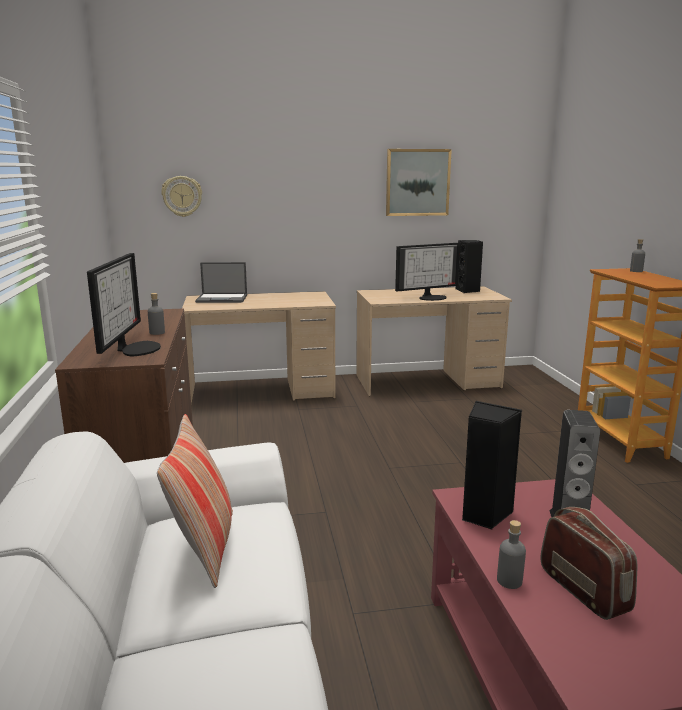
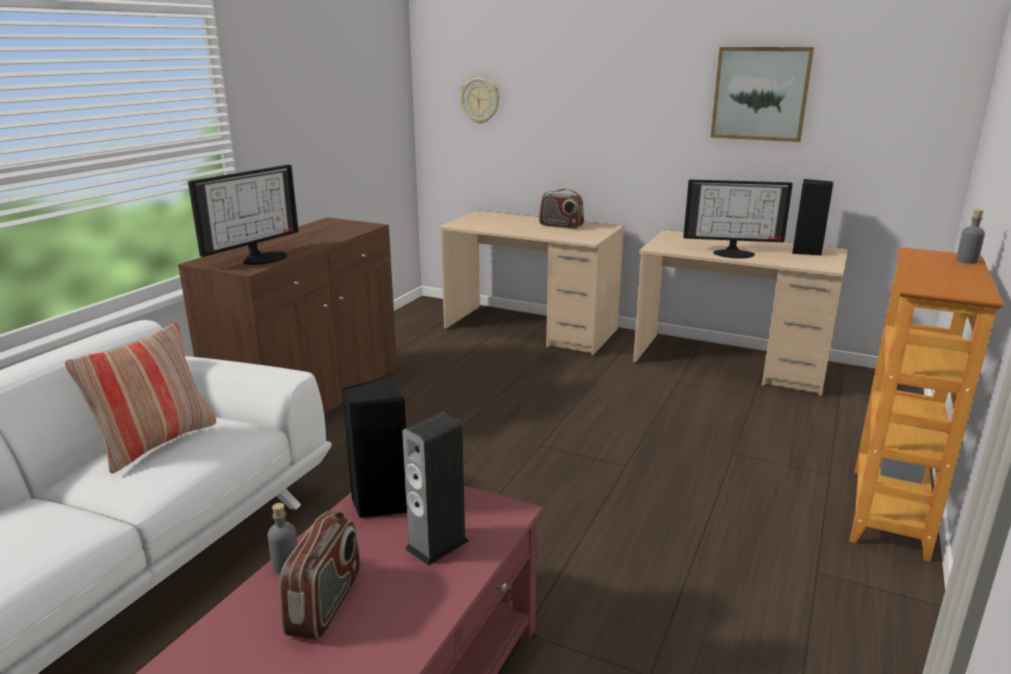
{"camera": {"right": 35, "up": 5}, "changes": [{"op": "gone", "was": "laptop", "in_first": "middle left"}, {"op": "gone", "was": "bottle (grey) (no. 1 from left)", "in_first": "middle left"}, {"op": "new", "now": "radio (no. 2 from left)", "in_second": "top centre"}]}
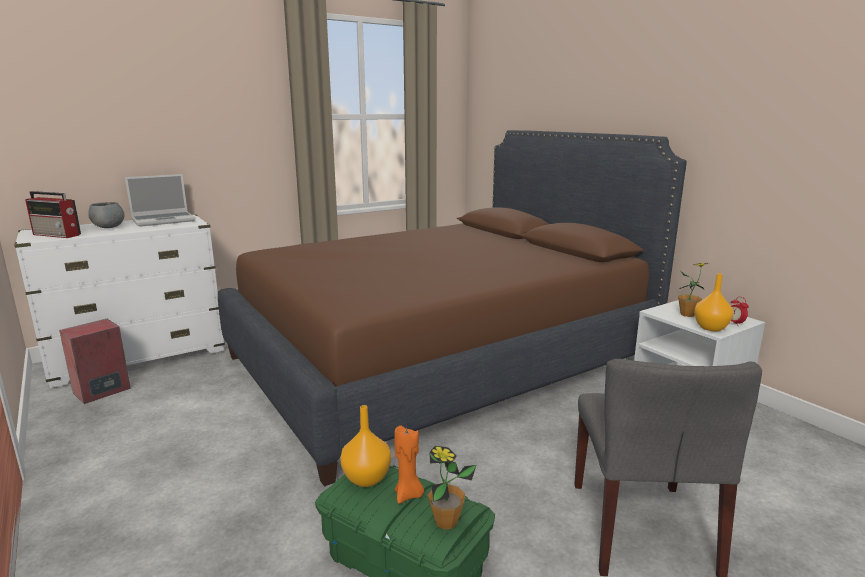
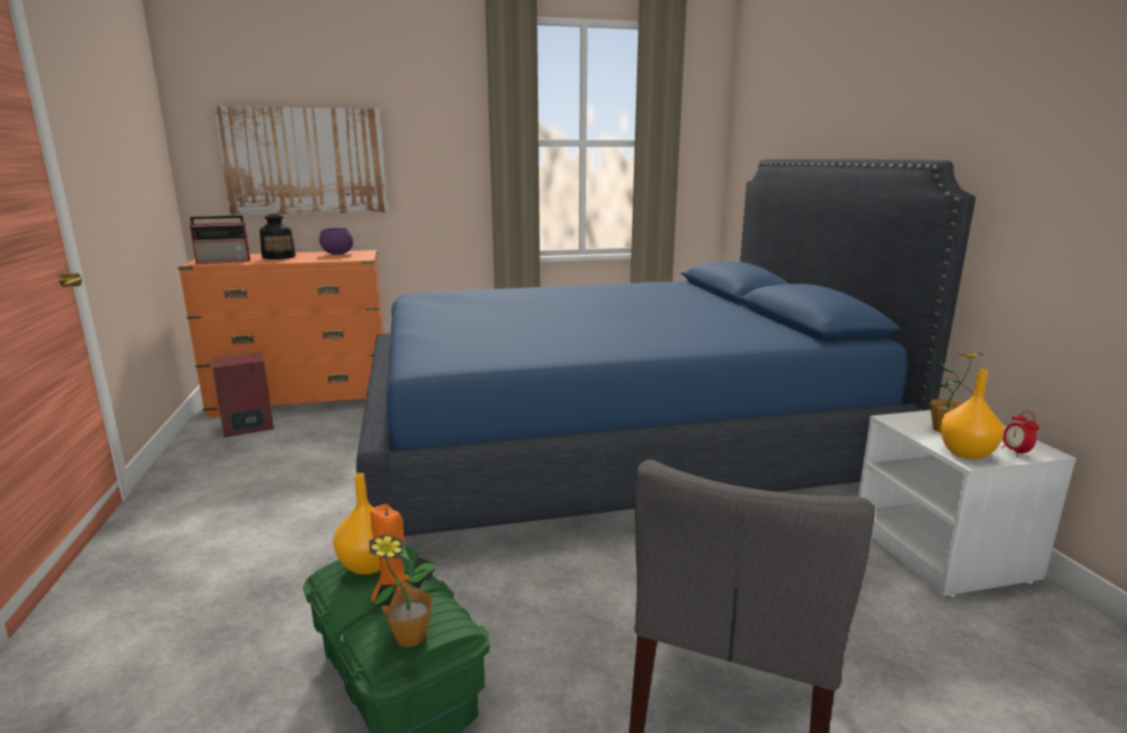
{"camera": {"right": 20, "up": 0}, "changes": [{"op": "repainted", "was": "bed (brown)", "now": "bed (blue)", "in_first": "centre", "in_second": "centre"}, {"op": "swapped", "was": "laptop", "now": "bowl (purple)", "in_first": "middle left", "in_second": "top left"}, {"op": "rotated", "was": "radio", "in_first": "middle left", "in_second": "top left", "clockwise": -60}, {"op": "swapped", "was": "bowl (grey)", "now": "bottle", "in_first": "middle left", "in_second": "top left"}, {"op": "repainted", "was": "dresser (white)", "now": "dresser (orange)", "in_first": "middle left", "in_second": "middle left"}, {"op": "new", "now": "picture", "in_second": "top left"}]}
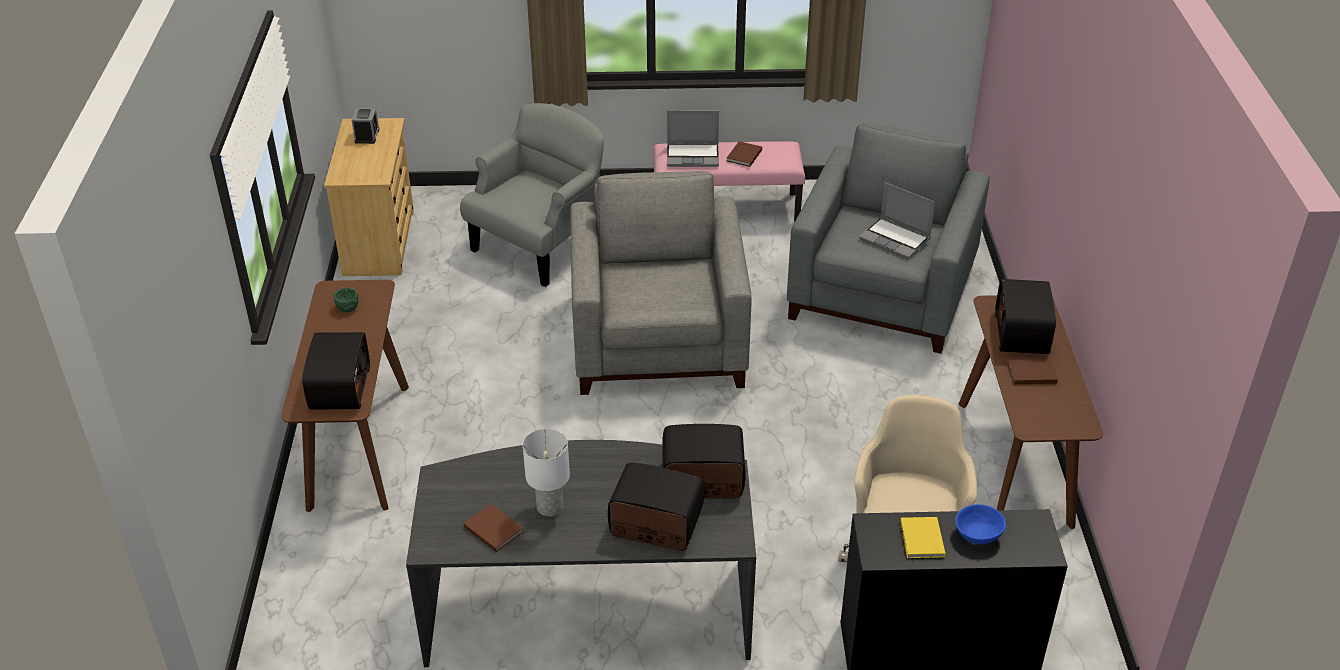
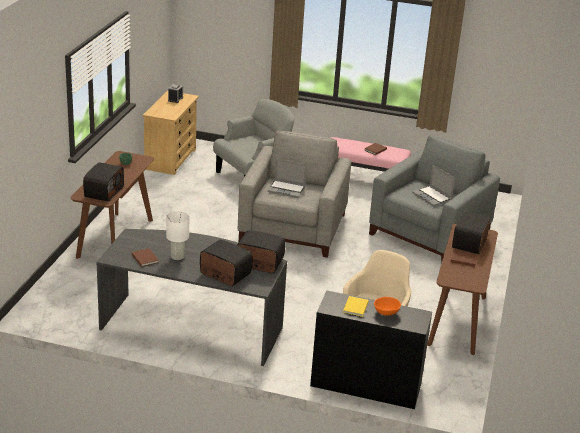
{"camera": {"right": 15, "up": -10}, "changes": [{"op": "shifted", "was": "laptop (no. 1 from left)", "in_first": "top centre", "in_second": "centre"}, {"op": "repainted", "was": "bowl (blue)", "now": "bowl (orange)", "in_first": "bottom right", "in_second": "bottom right"}]}
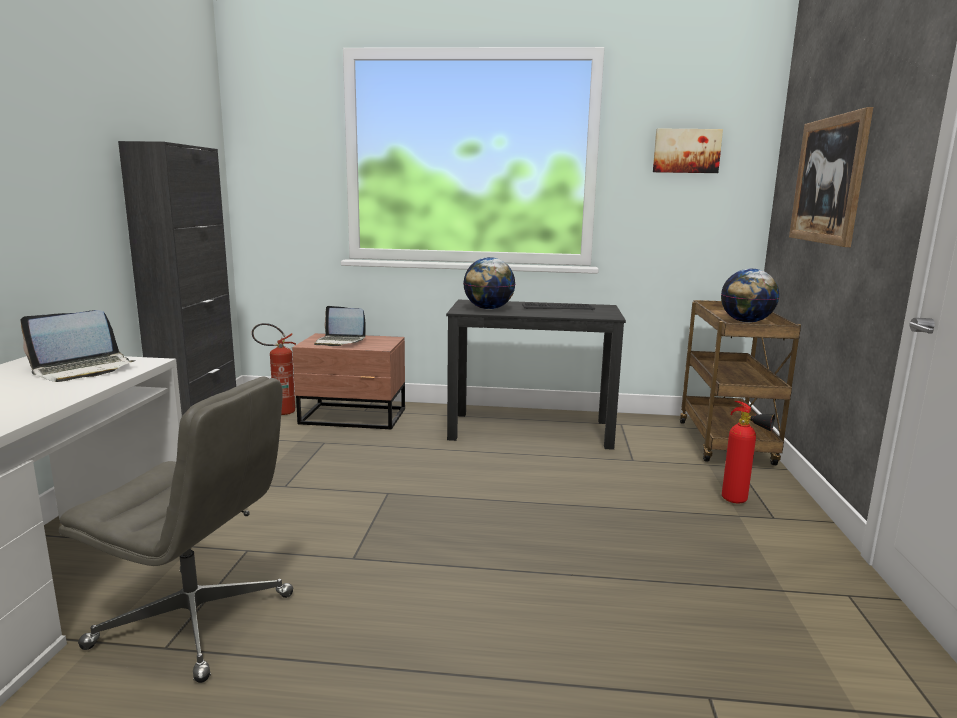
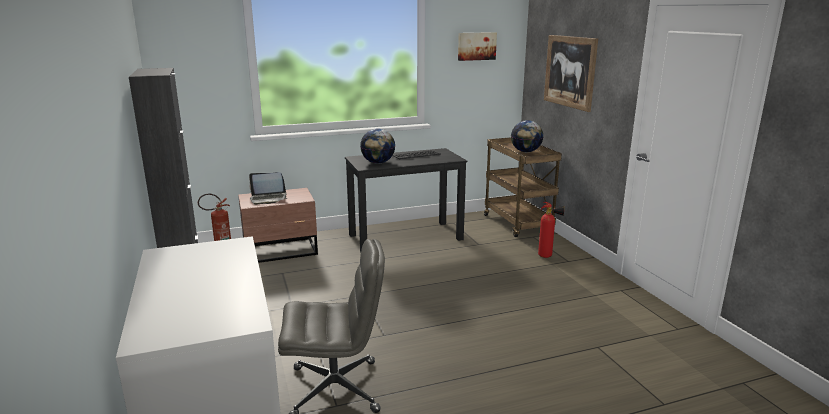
{"camera": {"right": -25, "up": 5}, "changes": [{"op": "gone", "was": "laptop (no. 1 from left)", "in_first": "middle left"}]}
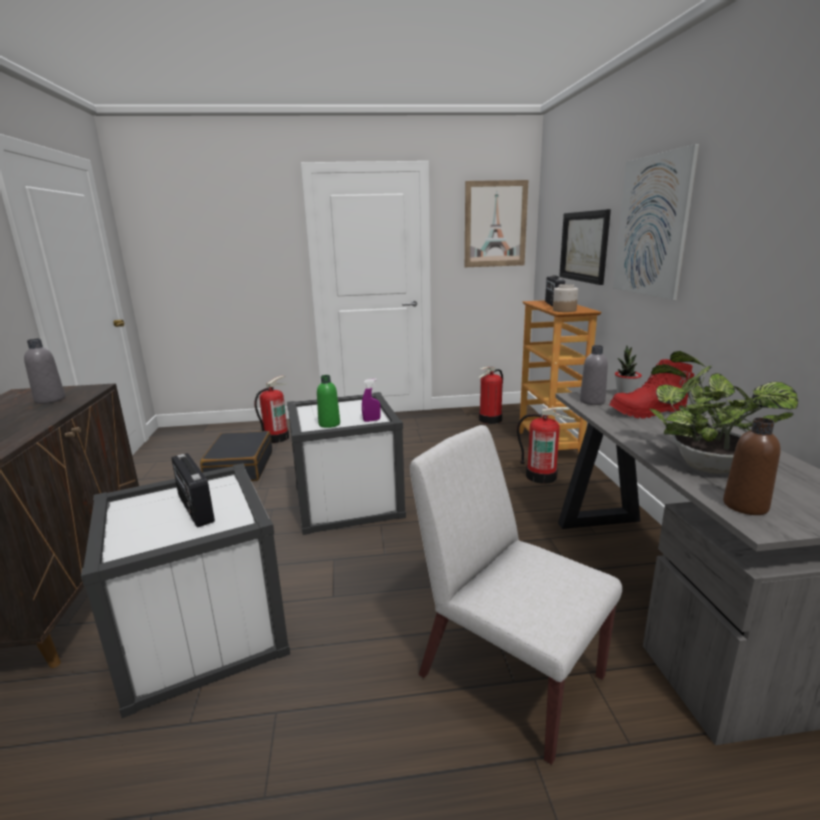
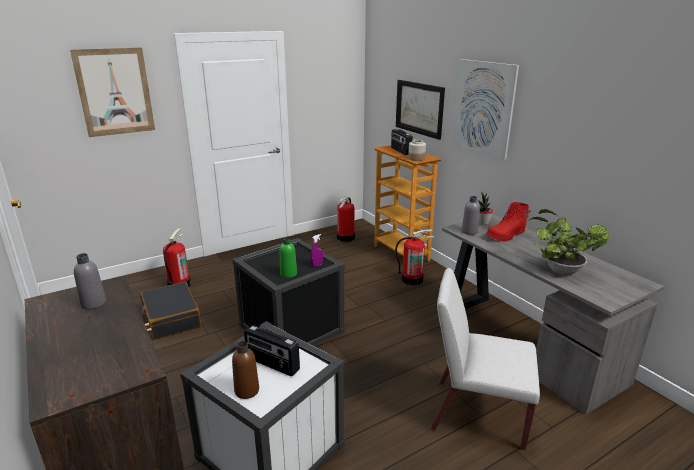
{"camera": {"right": -25, "up": 5}, "changes": [{"op": "shifted", "was": "picture (no. 1 from left)", "in_first": "top centre", "in_second": "top left"}, {"op": "repainted", "was": "storage box (white) (no. 2 from left)", "now": "storage box (black)", "in_first": "centre", "in_second": "centre"}, {"op": "shifted", "was": "bottle (brown)", "in_first": "middle right", "in_second": "bottom centre"}]}
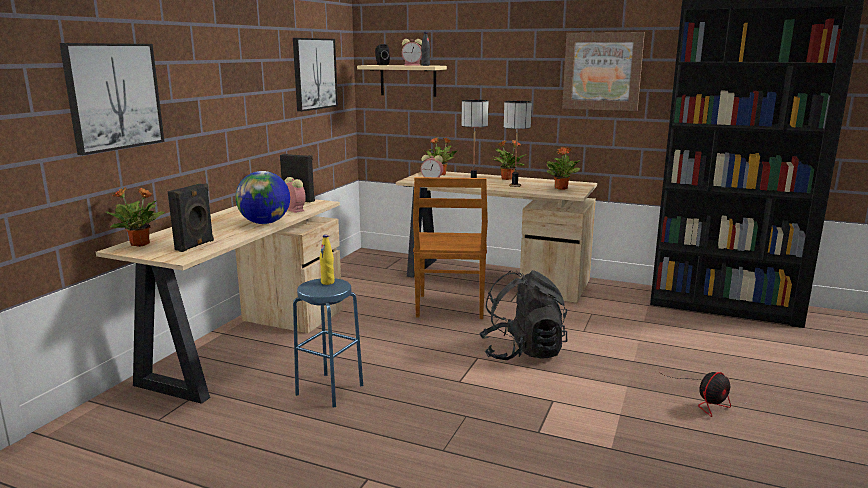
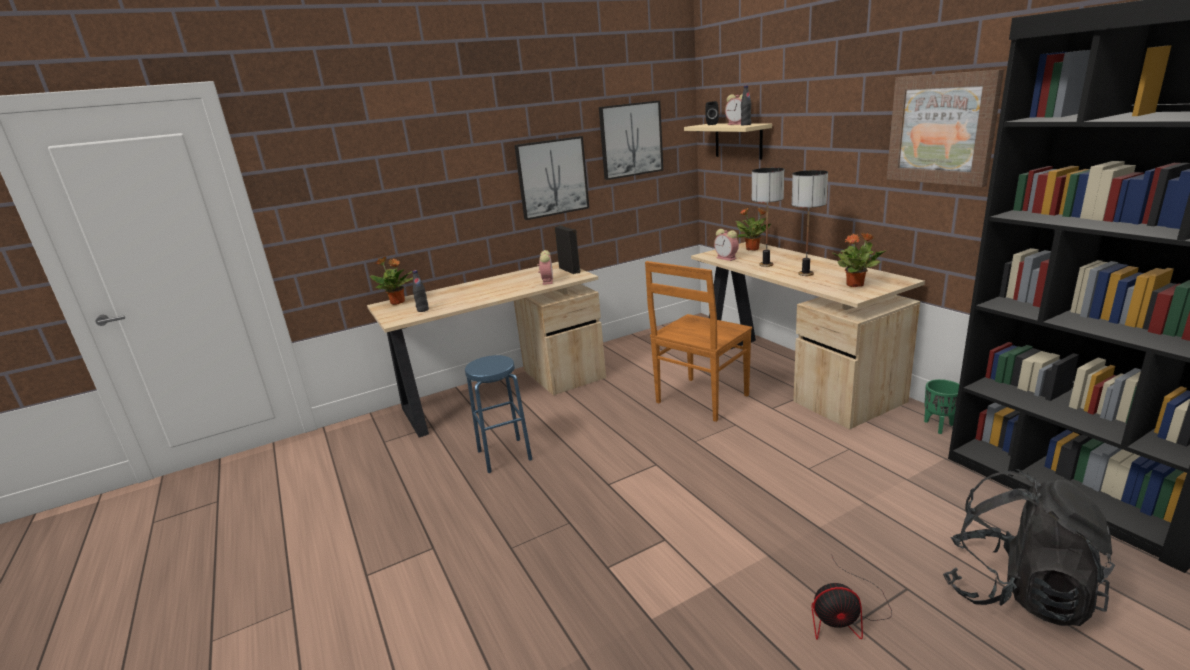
{"camera": {"right": 40, "up": 5}, "changes": [{"op": "shifted", "was": "picture (no. 1 from left)", "in_first": "top left", "in_second": "top centre"}, {"op": "gone", "was": "potted plant (no. 3 from left)", "in_first": "top centre"}, {"op": "gone", "was": "globe", "in_first": "middle left"}, {"op": "swapped", "was": "speaker (black) (no. 1 from left)", "now": "bottle (black) (no. 1 from left)", "in_first": "middle left", "in_second": "centre"}, {"op": "gone", "was": "bottle (yellow)", "in_first": "centre"}, {"op": "shifted", "was": "backpack (black)", "in_first": "centre", "in_second": "bottom right"}, {"op": "new", "now": "planter (green)", "in_second": "middle right"}]}
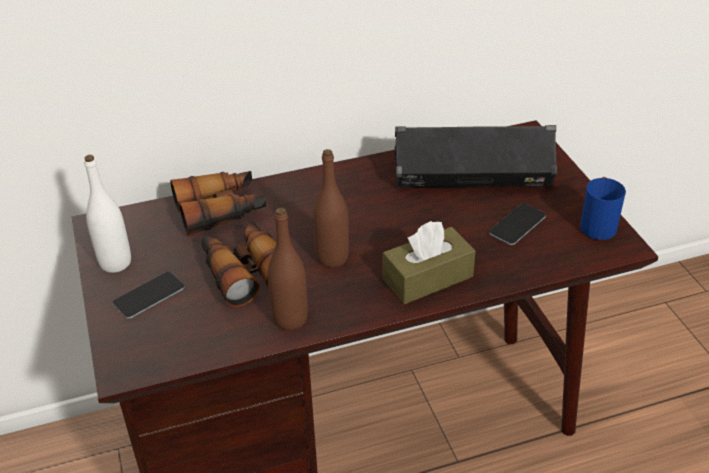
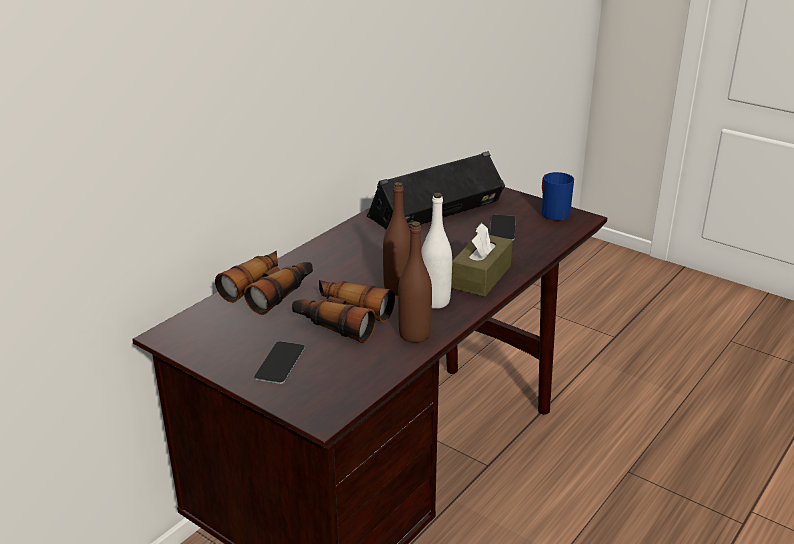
{"camera": {"right": -35, "up": -10}, "changes": [{"op": "shifted", "was": "bottle (white)", "in_first": "middle left", "in_second": "centre"}]}
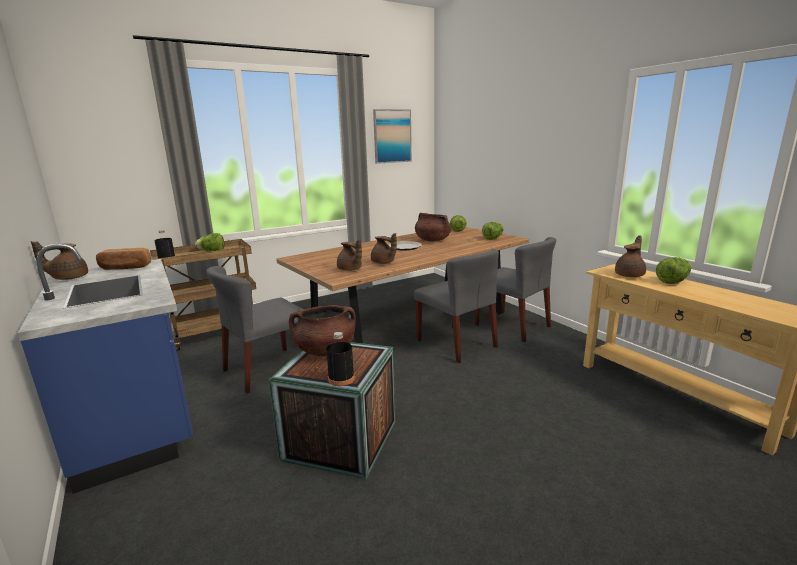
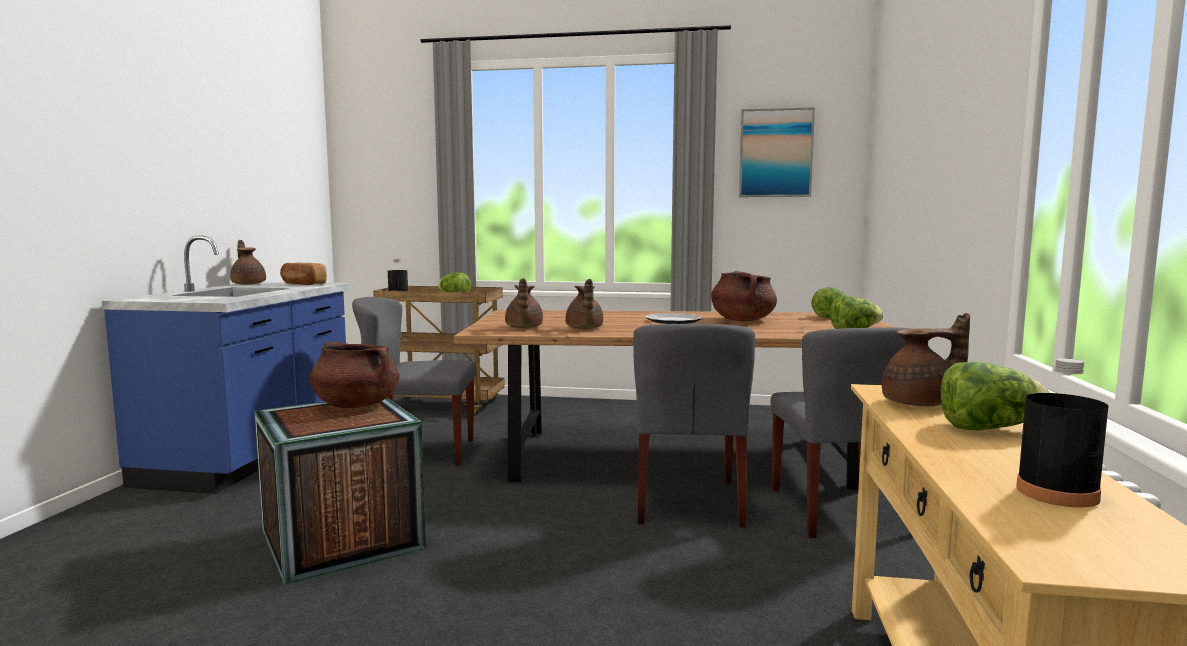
{"camera": {"right": 40, "up": -10}, "changes": [{"op": "rotated", "was": "teapot (brown) (no. 1 from left)", "in_first": "middle left", "in_second": "middle left", "clockwise": 45}, {"op": "shifted", "was": "bottle (black) (no. 2 from left)", "in_first": "centre", "in_second": "bottom right"}]}
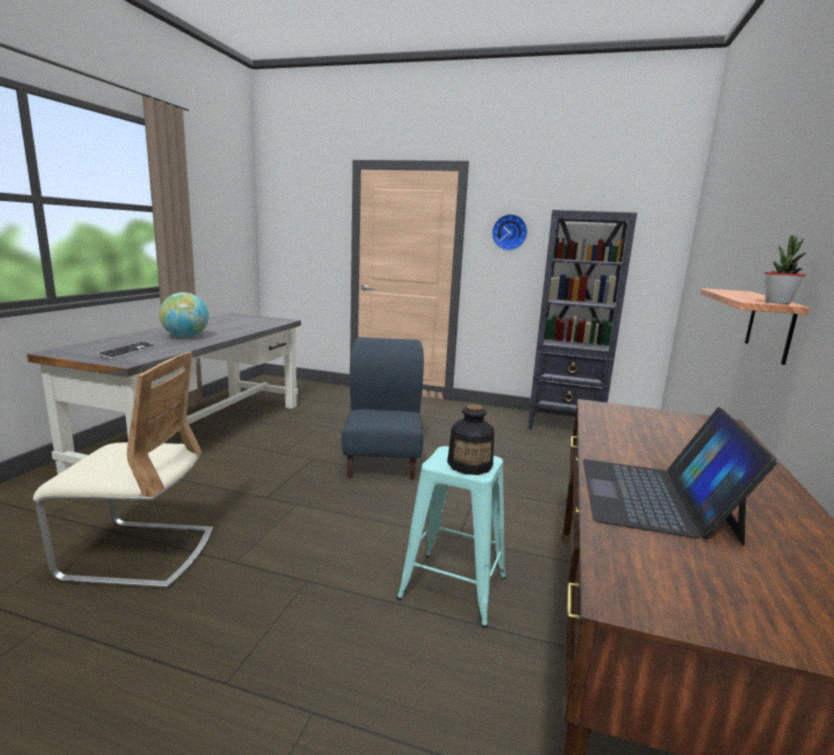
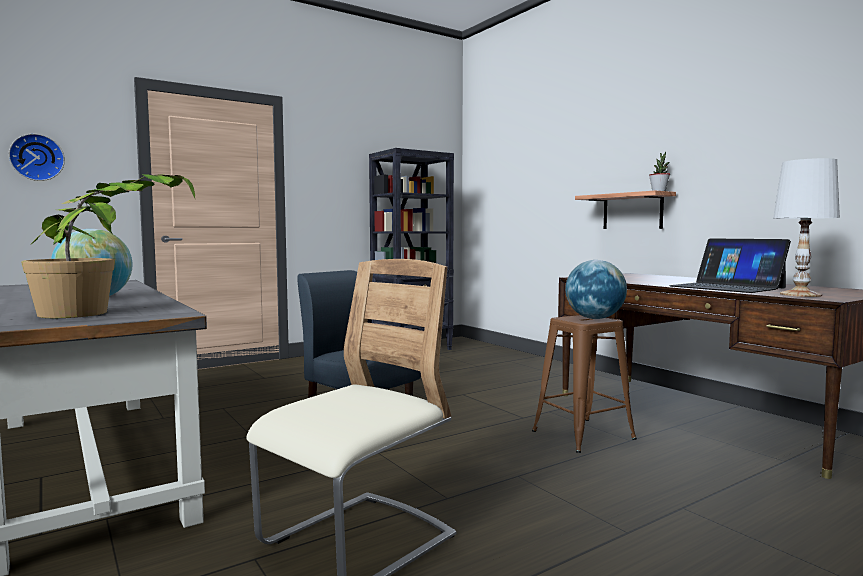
{"camera": {"right": -50, "up": -10}, "changes": [{"op": "shifted", "was": "wall clock", "in_first": "top centre", "in_second": "top left"}, {"op": "swapped", "was": "keyboard", "now": "potted plant (no. 1 from left)", "in_first": "middle left", "in_second": "middle left"}, {"op": "swapped", "was": "bottle", "now": "globe (no. 2 from left)", "in_first": "centre", "in_second": "middle right"}, {"op": "repainted", "was": "stool (turquoise)", "now": "stool (brown)", "in_first": "bottom centre", "in_second": "bottom right"}, {"op": "new", "now": "table lamp (white)", "in_second": "middle right"}]}
